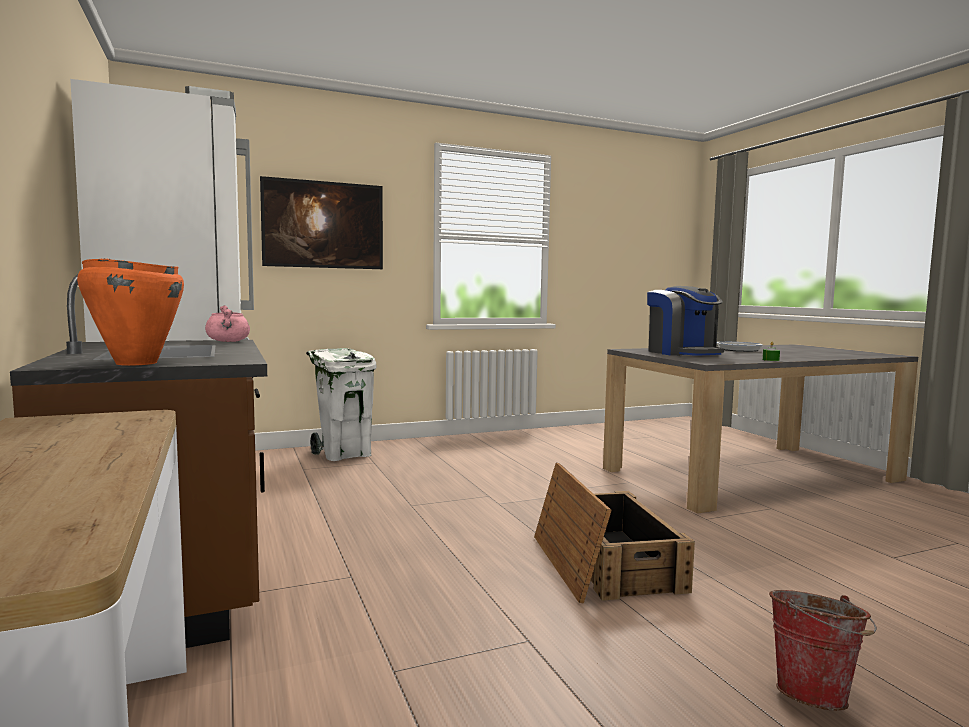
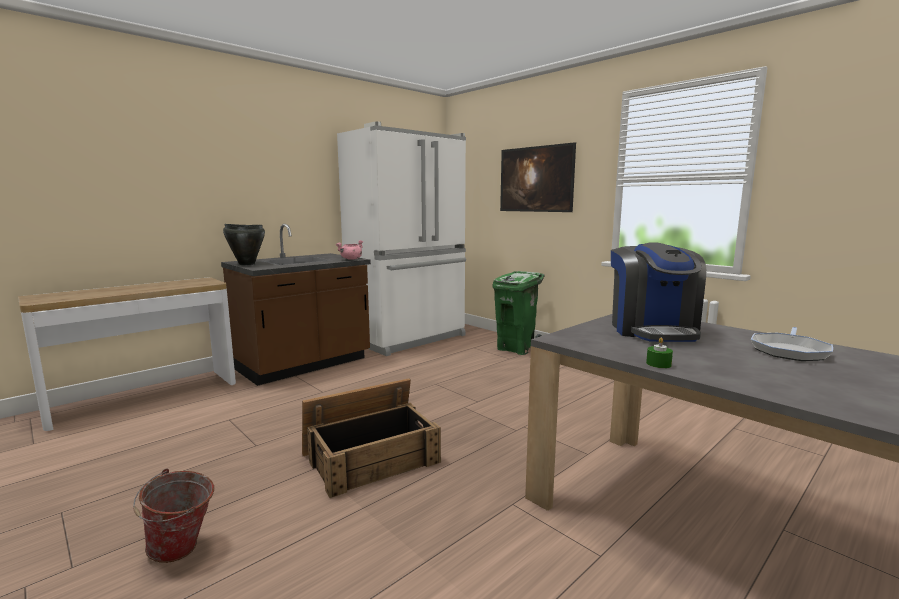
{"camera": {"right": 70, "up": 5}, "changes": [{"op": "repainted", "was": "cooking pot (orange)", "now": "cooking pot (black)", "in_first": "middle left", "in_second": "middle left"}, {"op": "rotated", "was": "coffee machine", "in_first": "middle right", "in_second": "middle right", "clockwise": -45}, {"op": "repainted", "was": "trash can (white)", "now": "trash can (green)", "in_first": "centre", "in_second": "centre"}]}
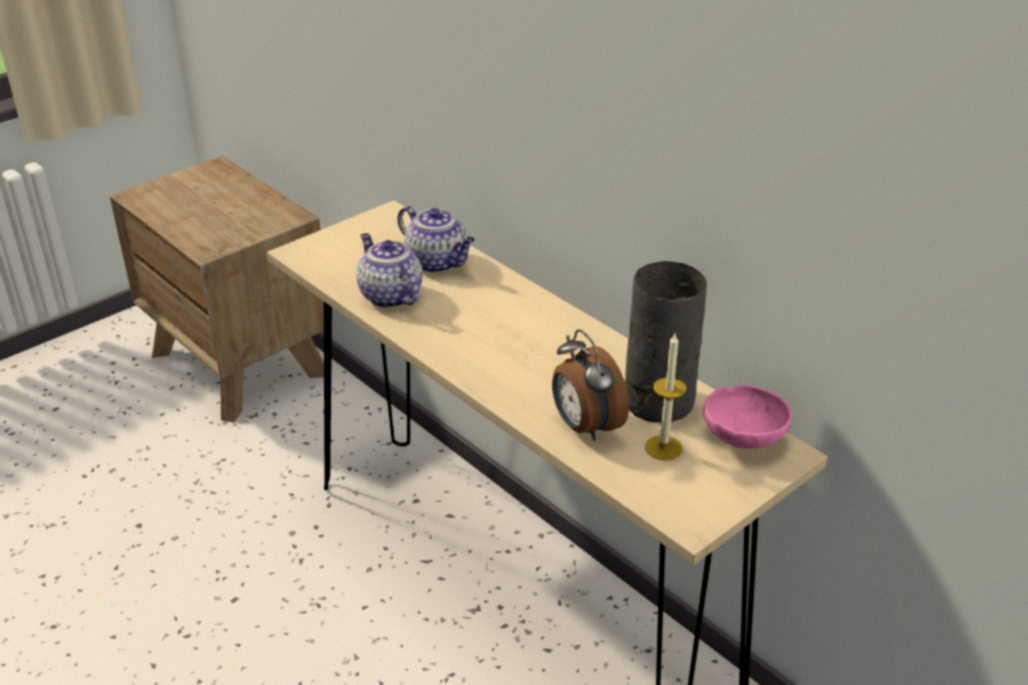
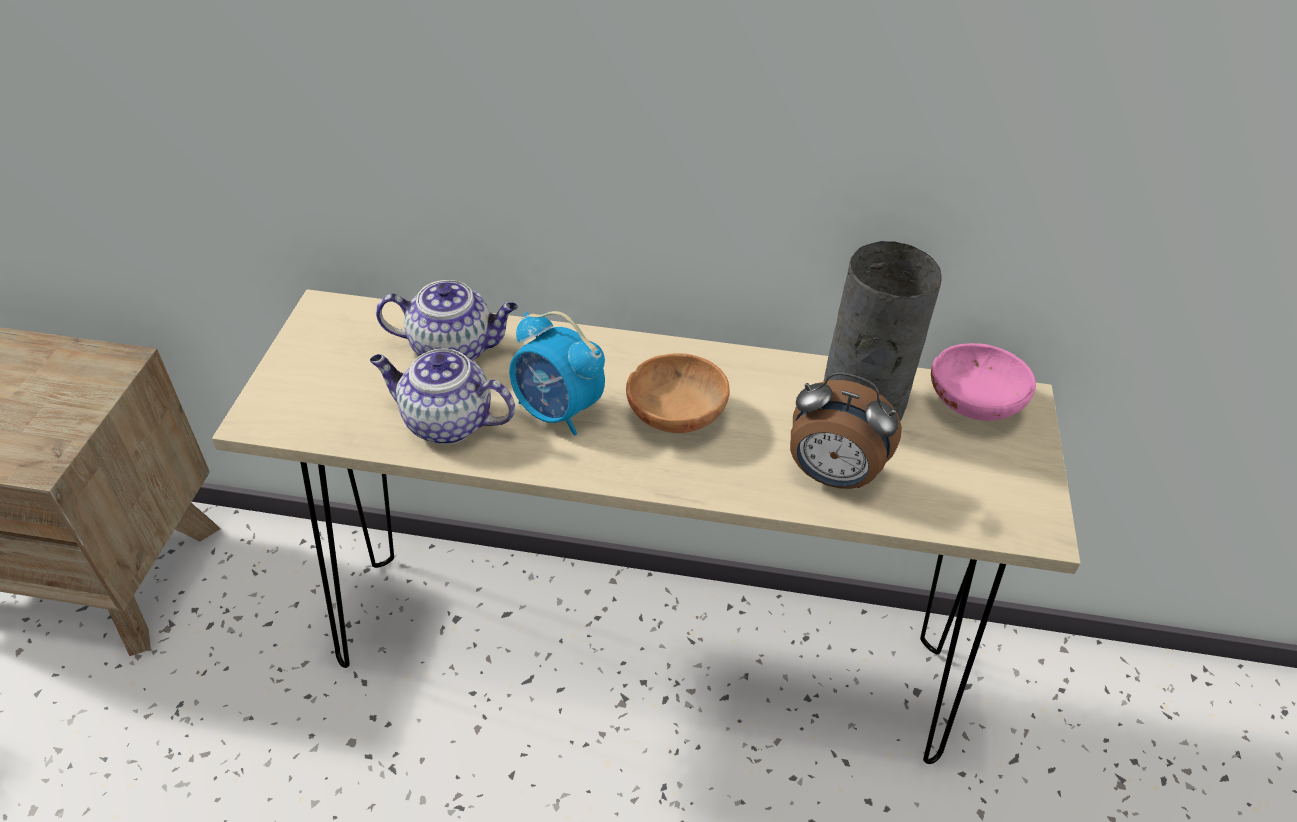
{"camera": {"right": -40, "up": 10}, "changes": [{"op": "gone", "was": "candle", "in_first": "centre"}, {"op": "new", "now": "alarm clock (no. 1 from left)", "in_second": "centre"}, {"op": "new", "now": "bowl (brown)", "in_second": "centre"}]}
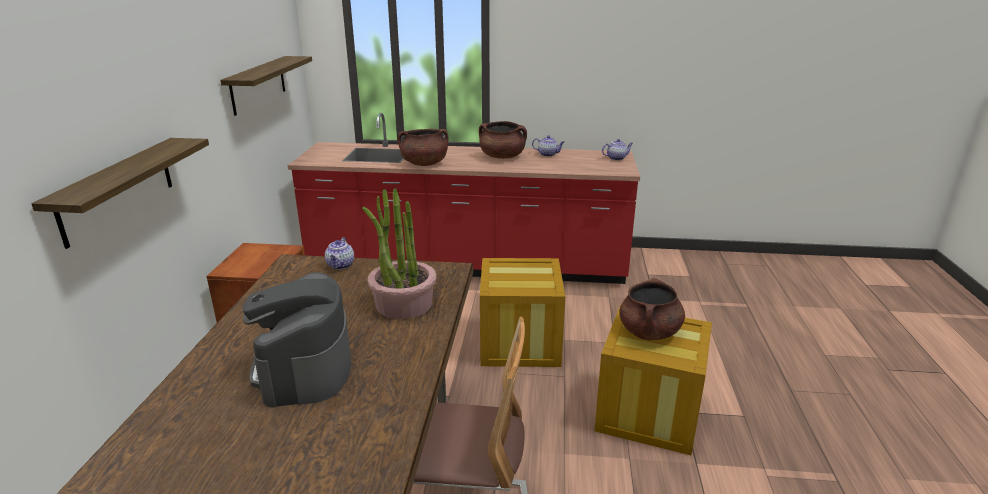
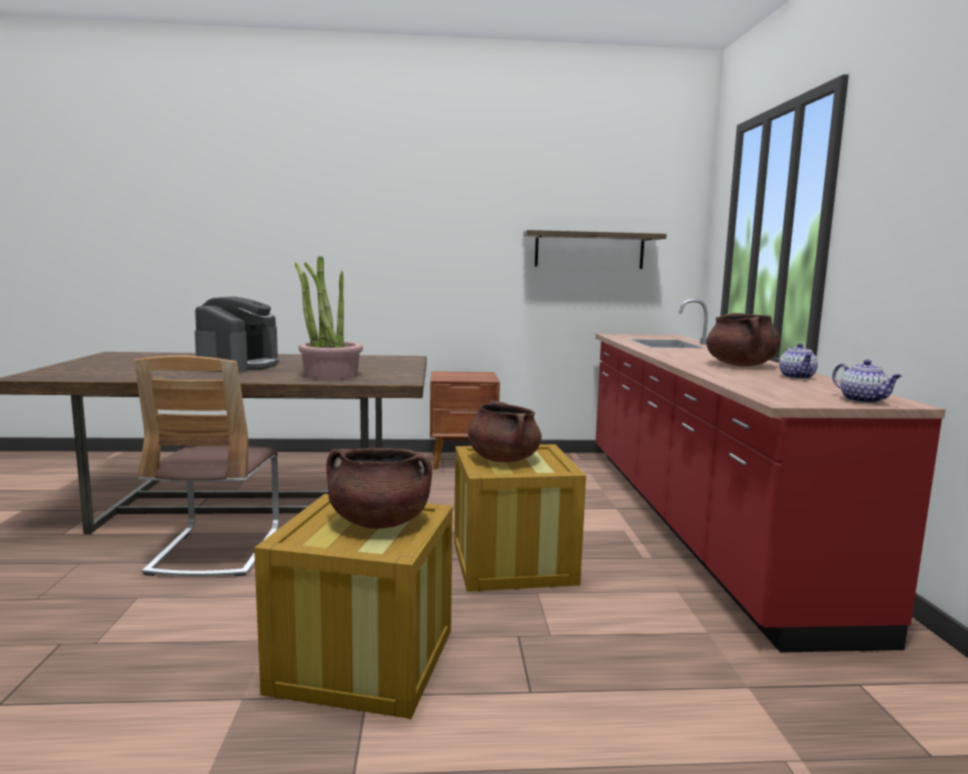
{"camera": {"right": 80, "up": -15}, "changes": [{"op": "shifted", "was": "cooking pot (brown) (no. 1 from left in the first image)", "now": "cooking pot (brown) (no. 2 from left)", "in_first": "top centre", "in_second": "centre"}, {"op": "gone", "was": "shelf (no. 1 from left)", "in_first": "middle left"}, {"op": "gone", "was": "teapot (no. 1 from left)", "in_first": "centre"}, {"op": "rotated", "was": "coffee machine", "in_first": "bottom left", "in_second": "middle left", "clockwise": 120}]}
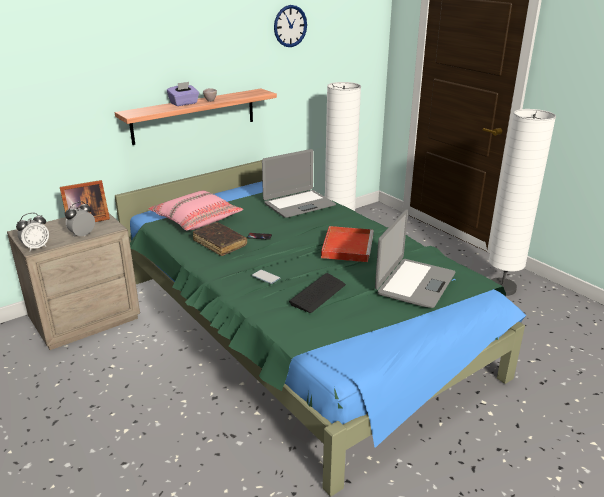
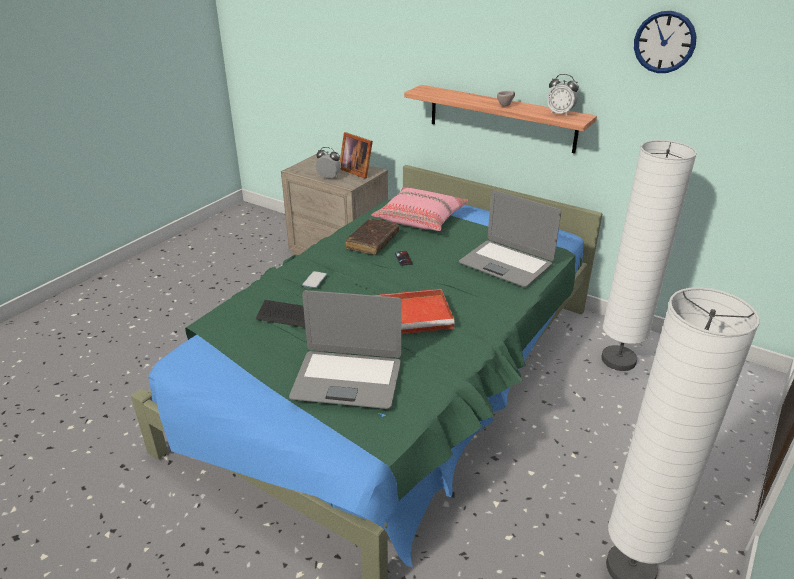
{"camera": {"right": 70, "up": 5}, "changes": [{"op": "gone", "was": "tissue box (purple)", "in_first": "top left"}, {"op": "shifted", "was": "alarm clock (no. 1 from left in the first image)", "now": "alarm clock (no. 2 from left)", "in_first": "middle left", "in_second": "top right"}]}
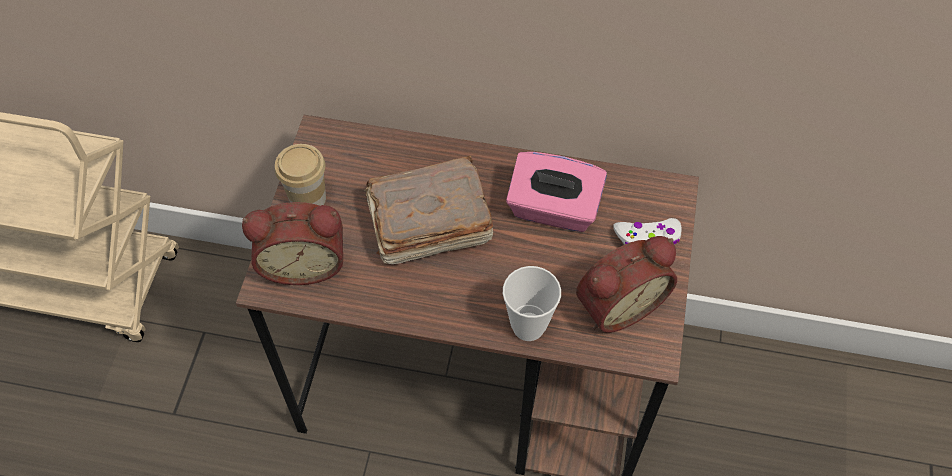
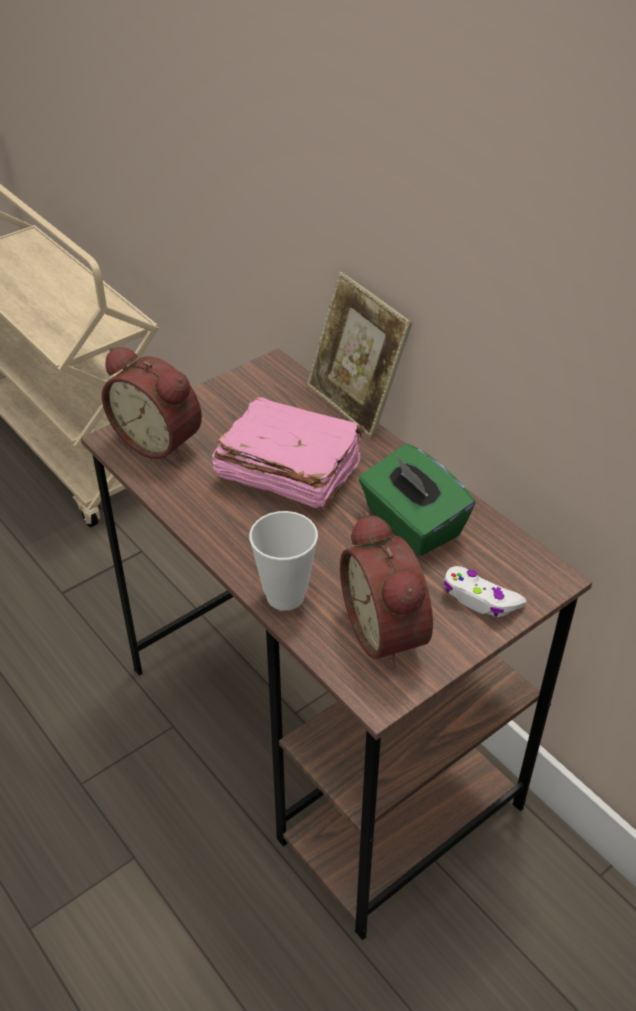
{"camera": {"right": 40, "up": -15}, "changes": [{"op": "gone", "was": "cup (no. 1 from left)", "in_first": "middle left"}, {"op": "repainted", "was": "tissue box (pink)", "now": "tissue box (green)", "in_first": "centre", "in_second": "centre"}, {"op": "repainted", "was": "book (brown)", "now": "book (pink)", "in_first": "centre", "in_second": "centre"}, {"op": "rotated", "was": "alarm clock (no. 2 from left)", "in_first": "centre", "in_second": "centre", "clockwise": 60}, {"op": "new", "now": "picture frame", "in_second": "centre"}]}
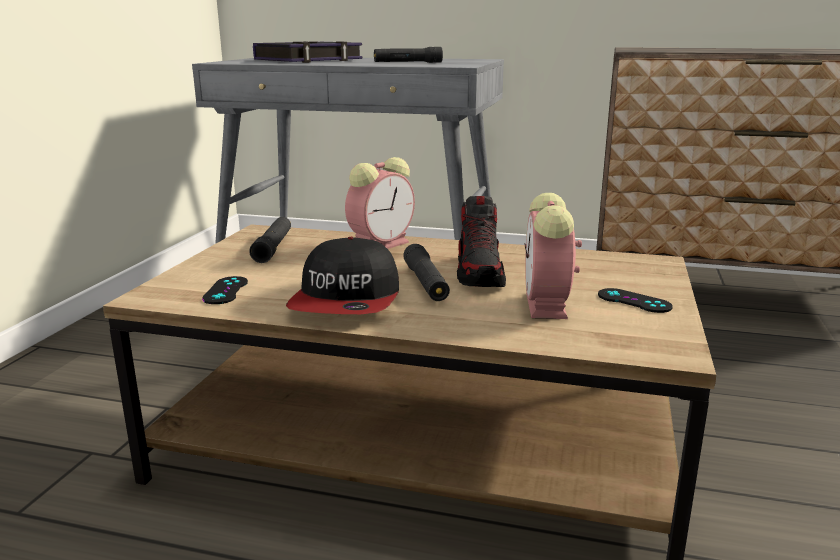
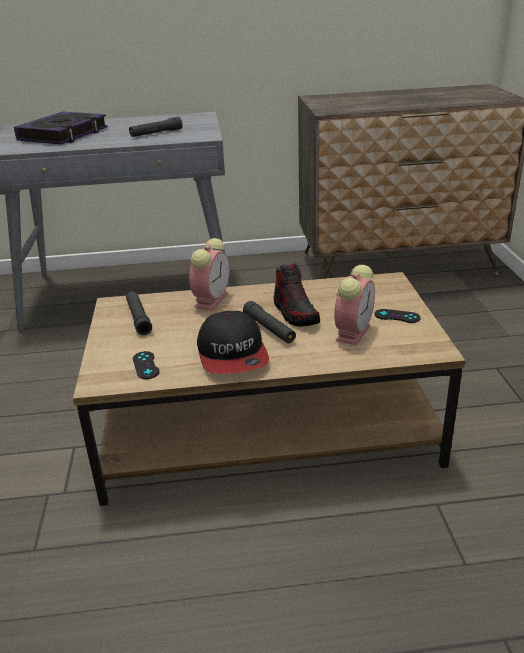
{"camera": {"right": -20, "up": 10}, "changes": [{"op": "rotated", "was": "alarm clock (no. 2 from left)", "in_first": "centre", "in_second": "middle right", "clockwise": -135}]}
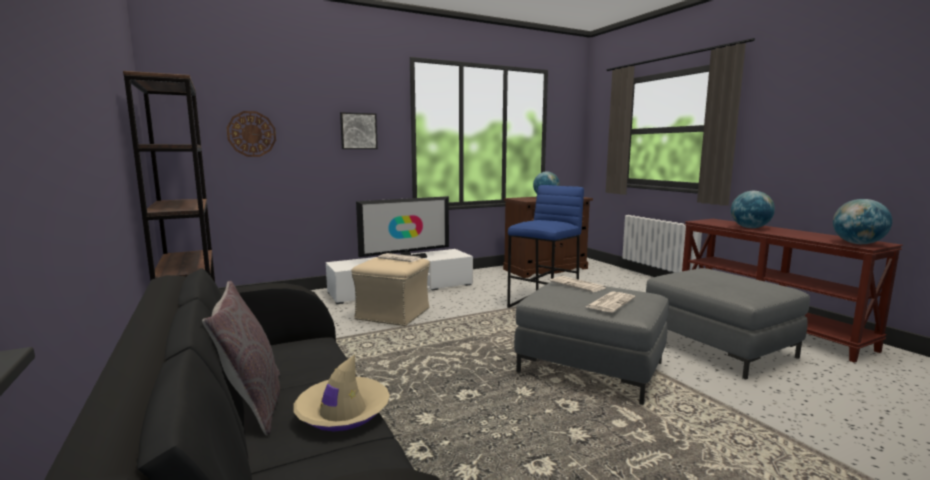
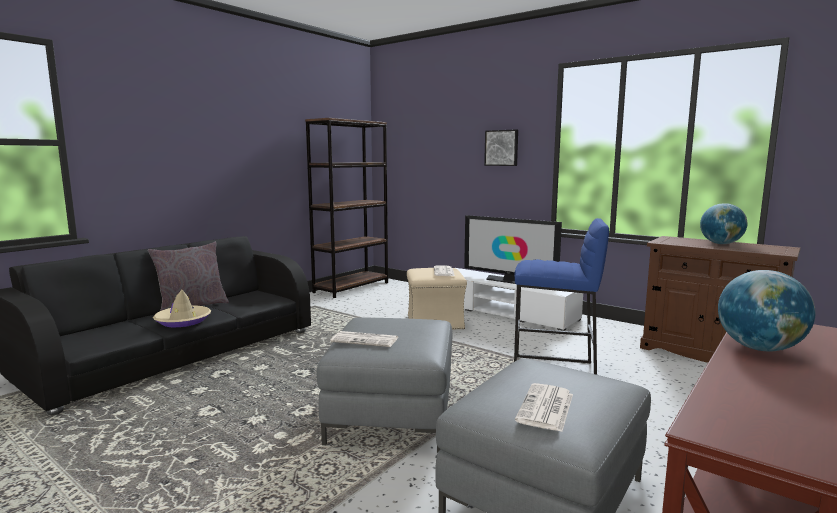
{"camera": {"right": 65, "up": 0}, "changes": [{"op": "gone", "was": "wall clock", "in_first": "top left"}, {"op": "gone", "was": "globe (no. 3 from left)", "in_first": "middle right"}, {"op": "shifted", "was": "newspaper (no. 2 from left in the first image)", "now": "newspaper (no. 3 from left)", "in_first": "centre", "in_second": "bottom centre"}]}
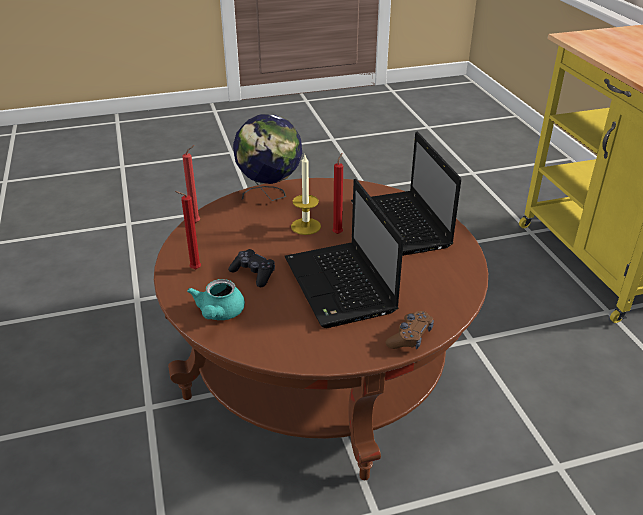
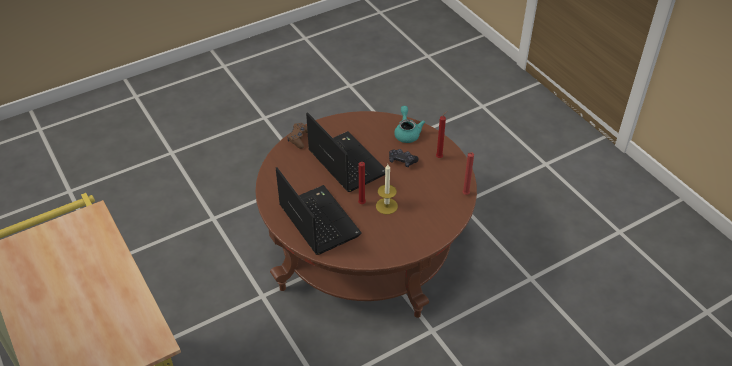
{"camera": {"right": 165, "up": 10}, "changes": [{"op": "gone", "was": "globe", "in_first": "top centre"}]}
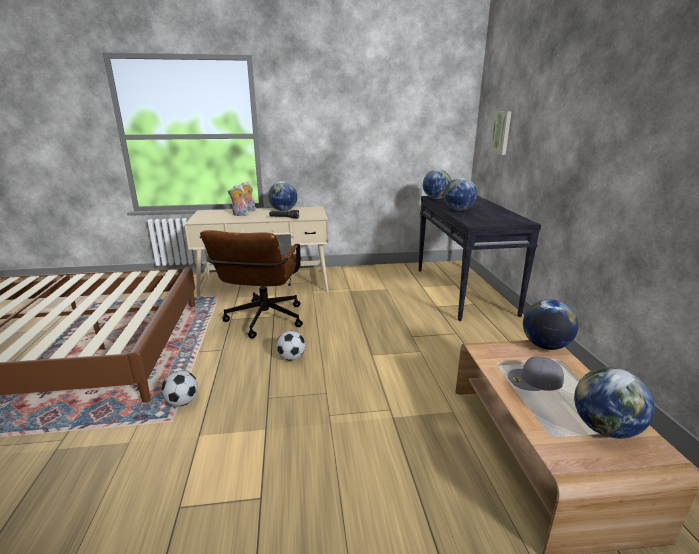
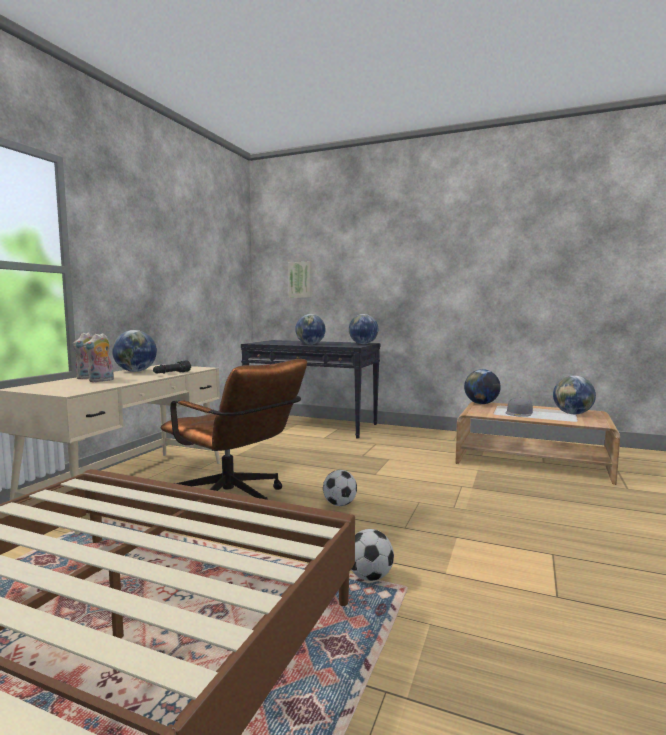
{"camera": {"right": -60, "up": -15}, "changes": [{"op": "shifted", "was": "globe (no. 2 from left in the first image)", "now": "globe (no. 3 from left)", "in_first": "top centre", "in_second": "centre"}]}
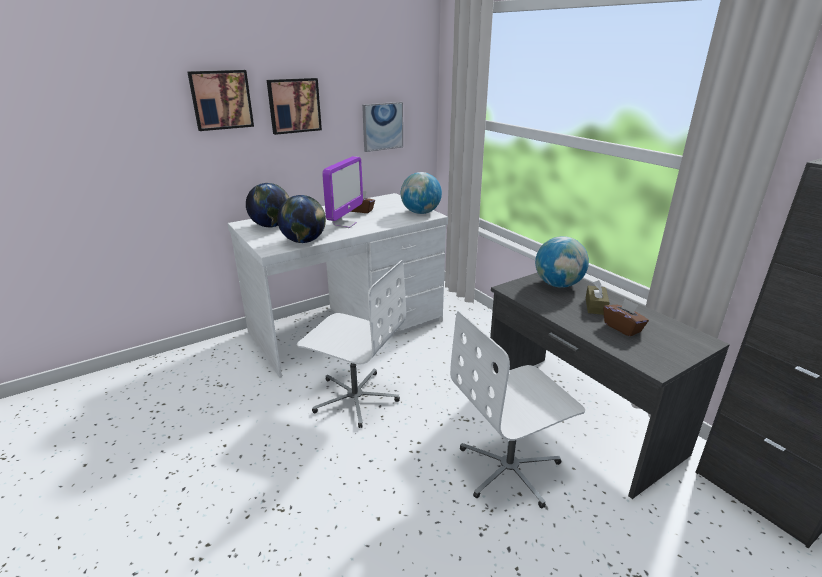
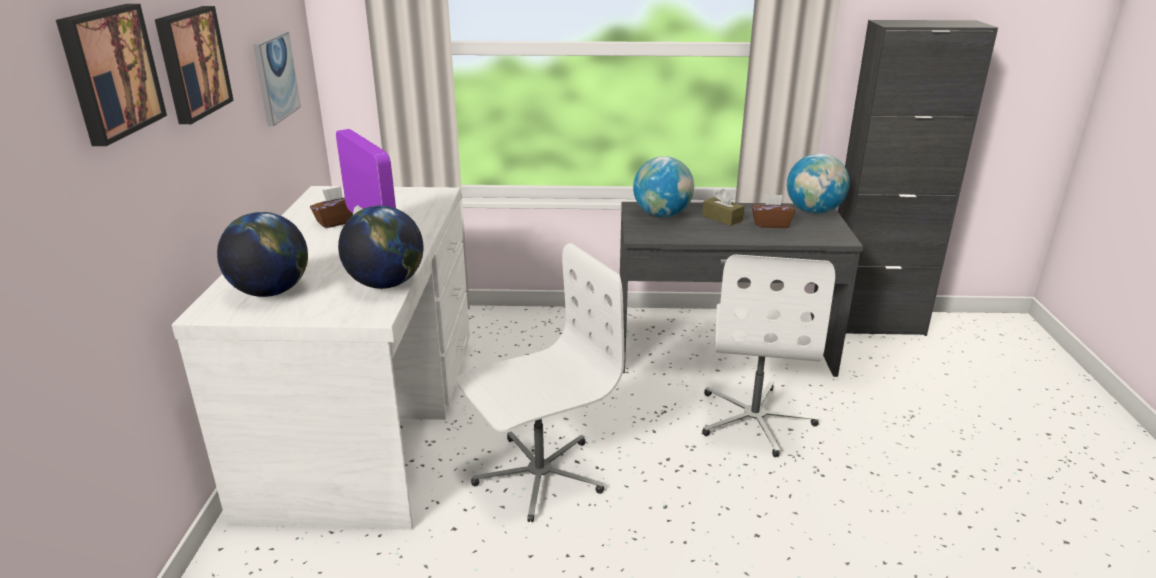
{"camera": {"right": -55, "up": 0}, "changes": [{"op": "shifted", "was": "globe (no. 3 from left in the first image)", "now": "globe (no. 4 from left)", "in_first": "centre", "in_second": "top right"}]}
